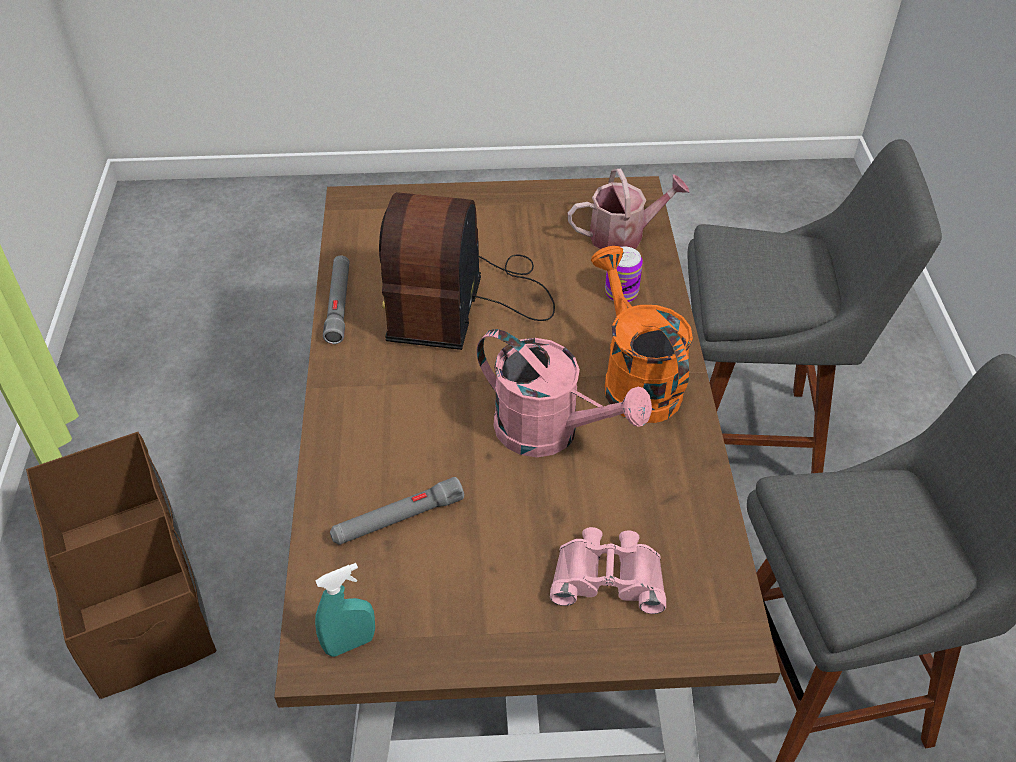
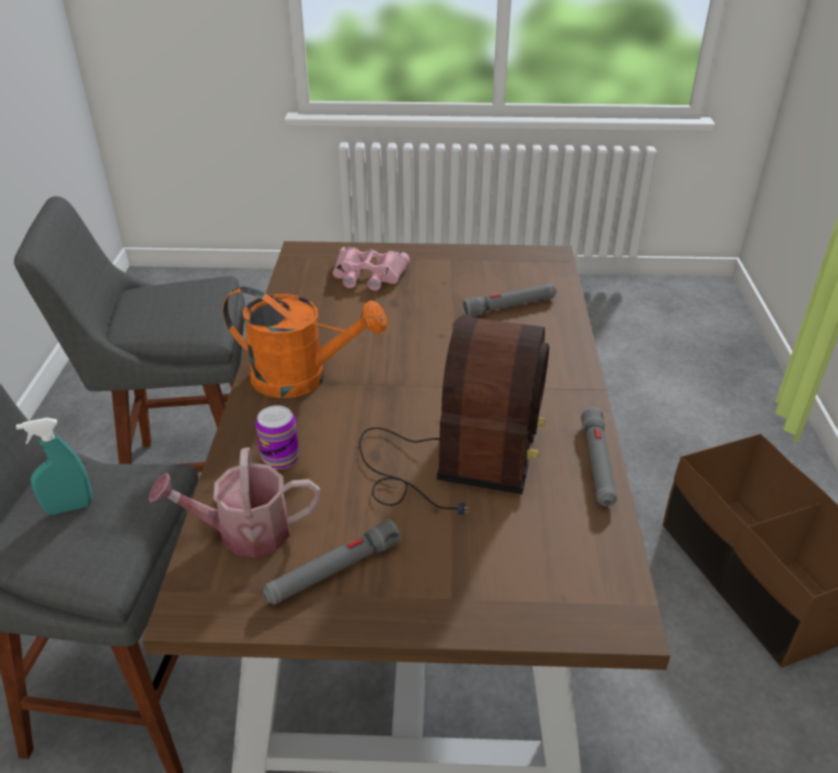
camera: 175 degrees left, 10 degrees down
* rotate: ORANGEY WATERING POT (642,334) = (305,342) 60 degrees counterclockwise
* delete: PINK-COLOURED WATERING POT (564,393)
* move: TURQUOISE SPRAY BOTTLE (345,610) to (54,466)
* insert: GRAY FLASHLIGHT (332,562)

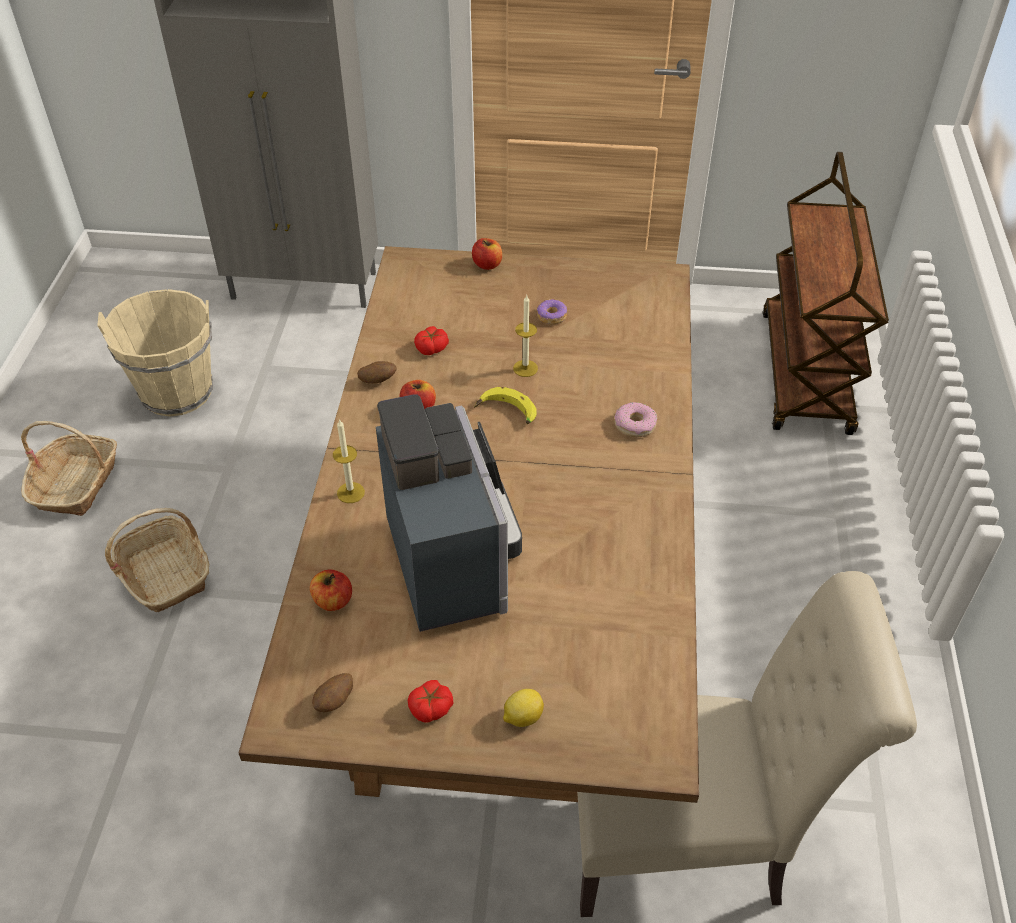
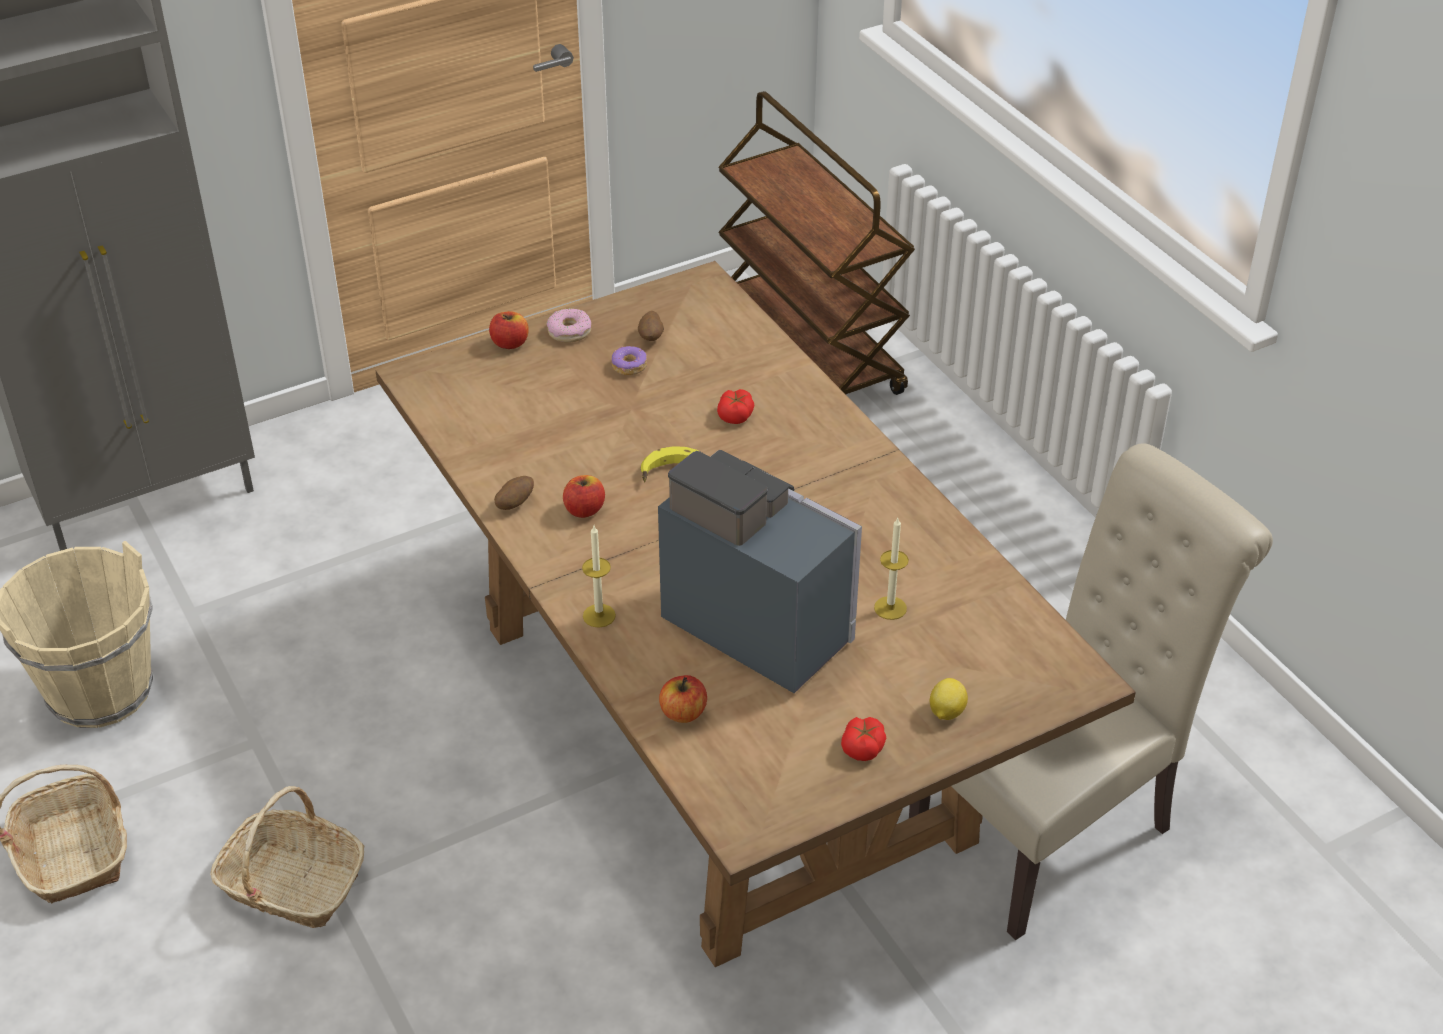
camera: 35 degrees left, 5 degrees down
* move: WAX LIGHT (525,336) to (891,569)
* move: FRESH TOMATO (431,340) to (735,406)
* move: RING DOUGHNUT (635,419) to (568,326)
* move: SPUD (332,692) to (651,326)

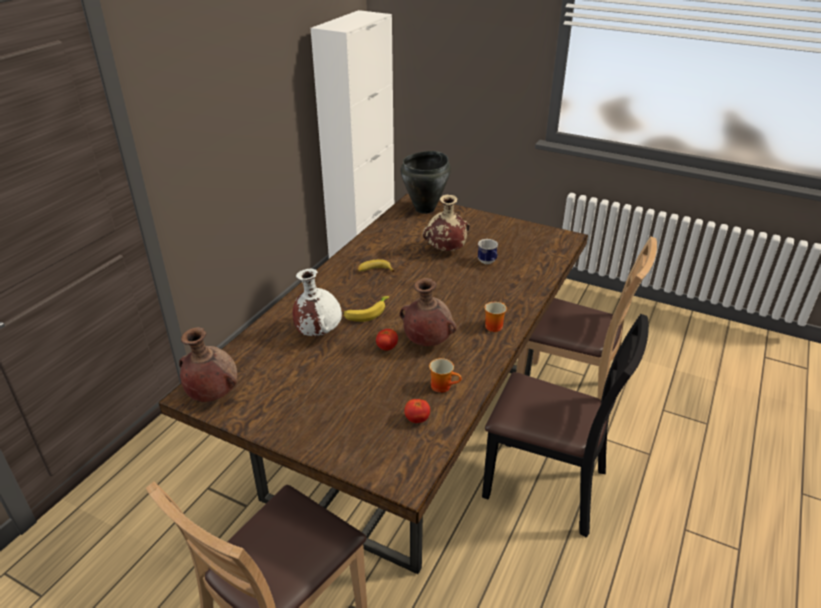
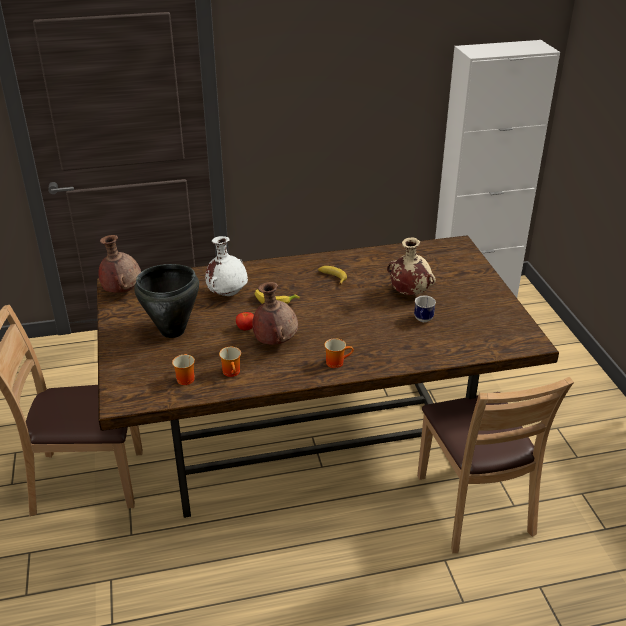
camera: 50 degrees right, 0 degrees up
* move: BLACK-COLOURED STOCKPOT (425,182) to (166,301)
* delete: BLACK-COLOURED CHAIR (565,426)
* replace: FRESH TOMATO (417,411) to COFFEE MUG (183,369)

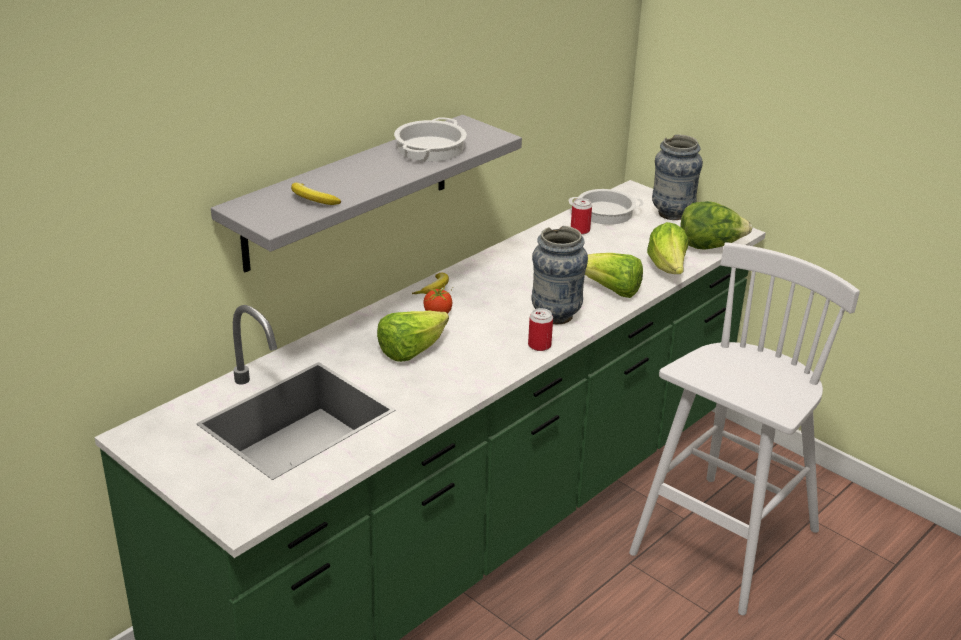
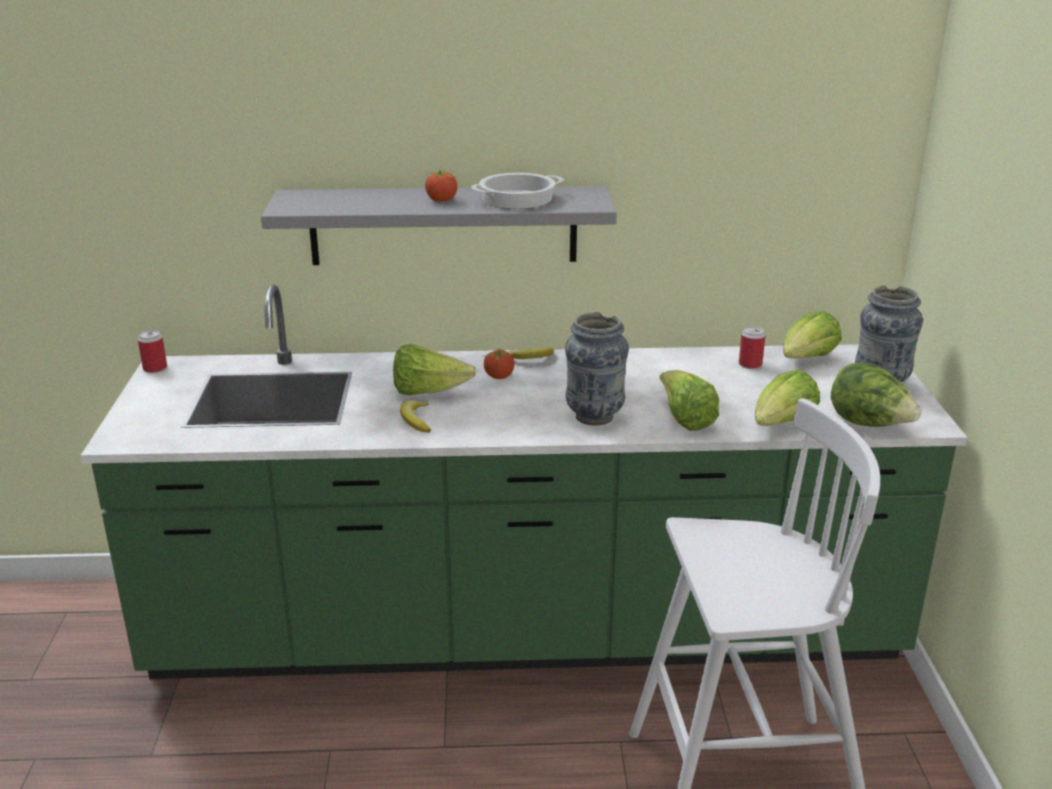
camera: 45 degrees right, 5 degrees down
* move: BANANA (316,194) to (415,416)
* replace: STOCKPOT (606,207) to LETTUCE (812,335)
* move: SEALED CAN (540,329) to (152,351)
* insert: FRESH TOMATO (441,186)

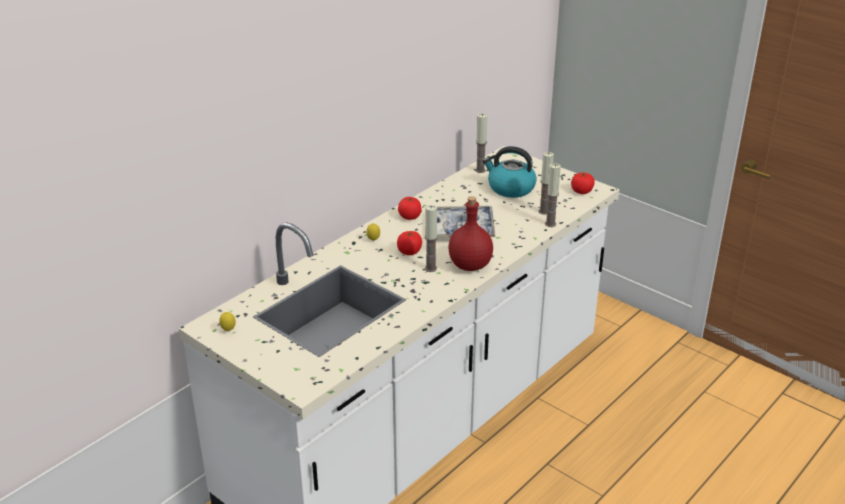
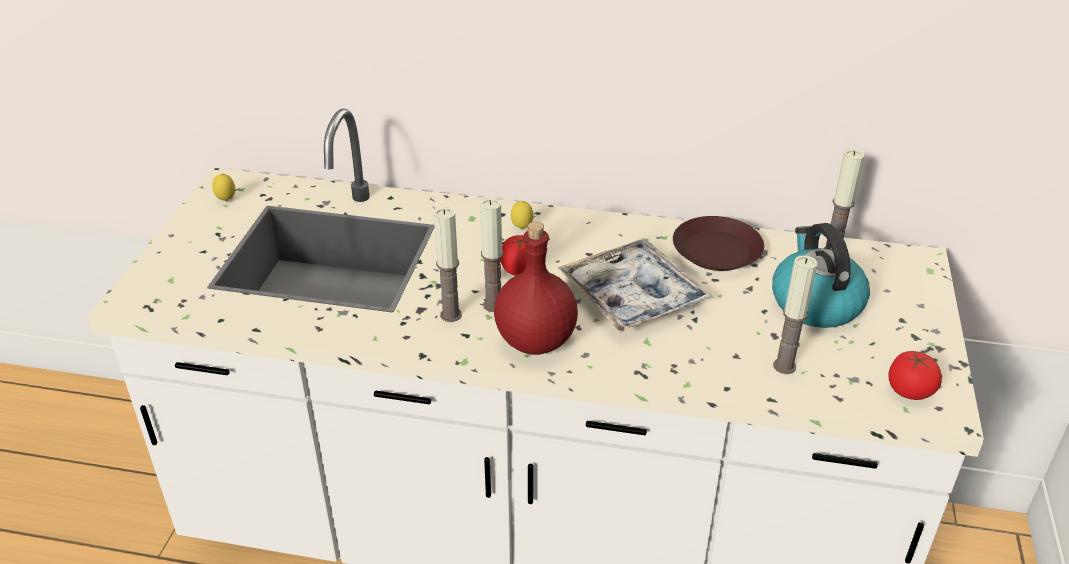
camera: 60 degrees right, 5 degrees up
* move: WAX LIGHT (553,195) to (448,264)
* delete: FRESH TOMATO (410,208)
* insert: BROWNISH FLAT DISH (718,243)

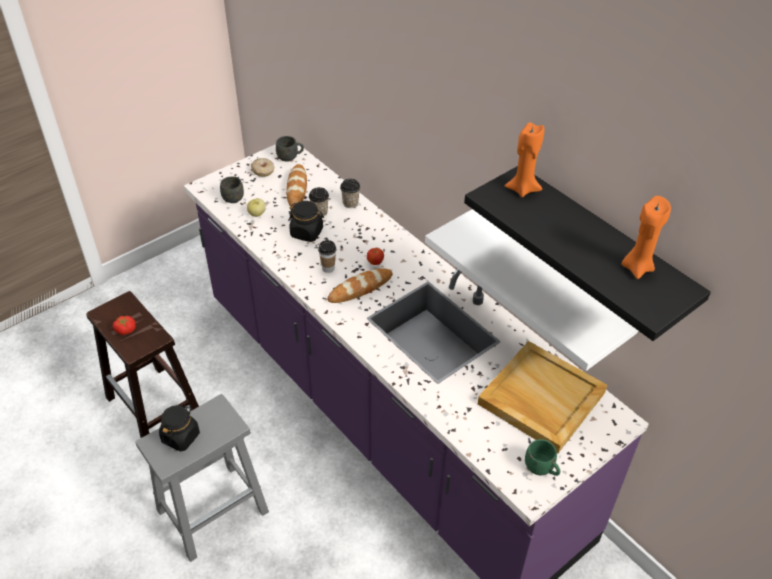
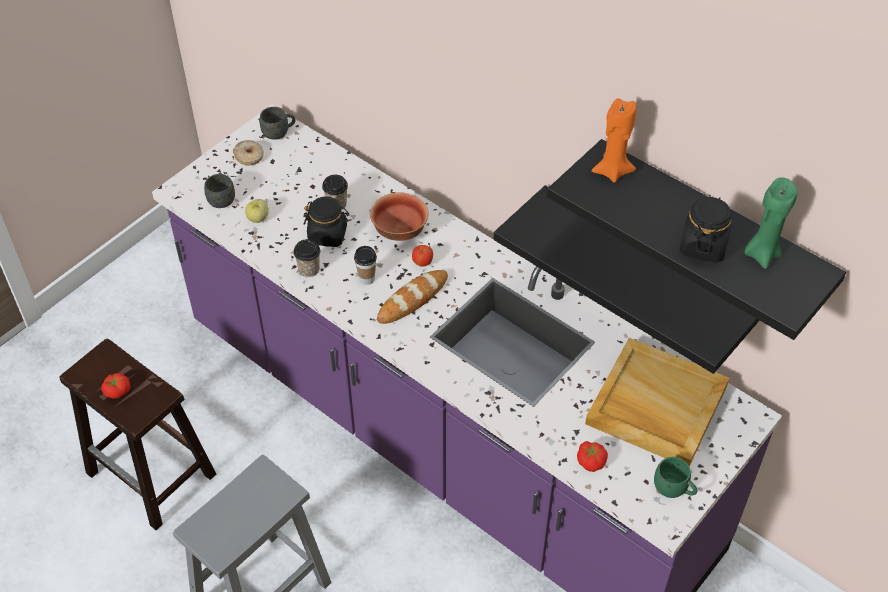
camera: 10 degrees left, 5 degrees up
* delete: BAKED BREAD (296,185)
* move: DRINKING CUP (350,193) to (306,258)
* recolor: ORANGEY WAX LIGHT (646,237) to GREEN-COLOURED WAX LIGHT (771,223)
* recolor: WHITISH SHELF (531,290) to BLACK-COLOURED SHELF (627,279)
* move: BLACK-COLOURED JAR (179,427) to (705,229)
* insert: DEEP DISH (399,217)
* insert: FRESH TOMATO (592,456)

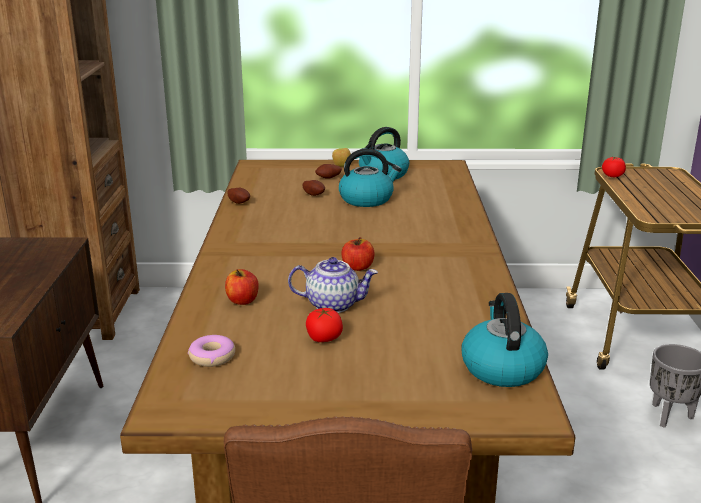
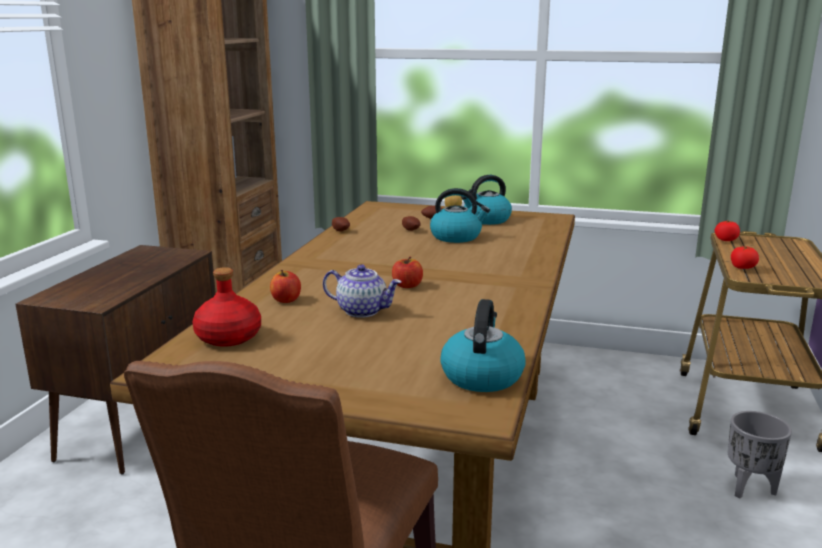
camera: 15 degrees right, 5 degrees down
* move: FRESH TOMATO (324,325) to (745,257)
* replace: RING DOUGHNUT (211,351) to RED BEVERAGE BOTTLE (226,307)

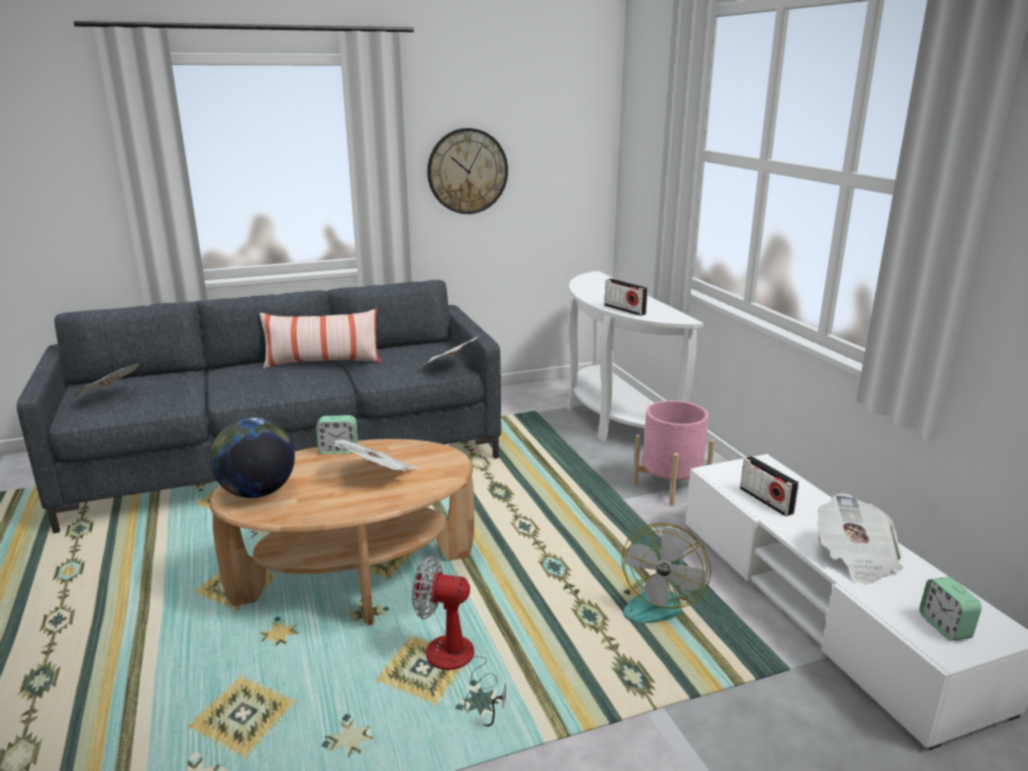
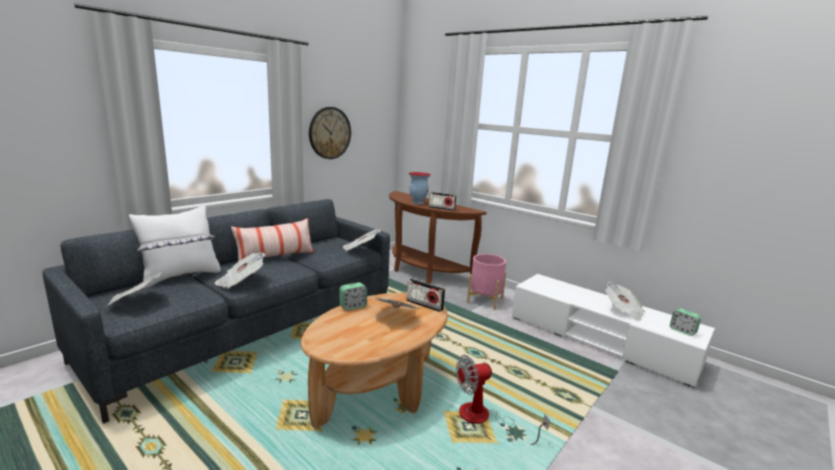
camera: 30 degrees left, 5 degrees down
* recolor: WHITISH HALL TABLE (635,356) to BROWNISH HALL TABLE (438,237)
* delete: DESK GLOBE (252,457)
* move: RADIO RECEIVER (769,486) to (425,295)
* delete: ELECTRIC FAN (666,573)
* insert: VASE (420,188)
* insert: WHITISH THROW PILLOW (175,247)
* insert: DAILY PAPER (240,271)

